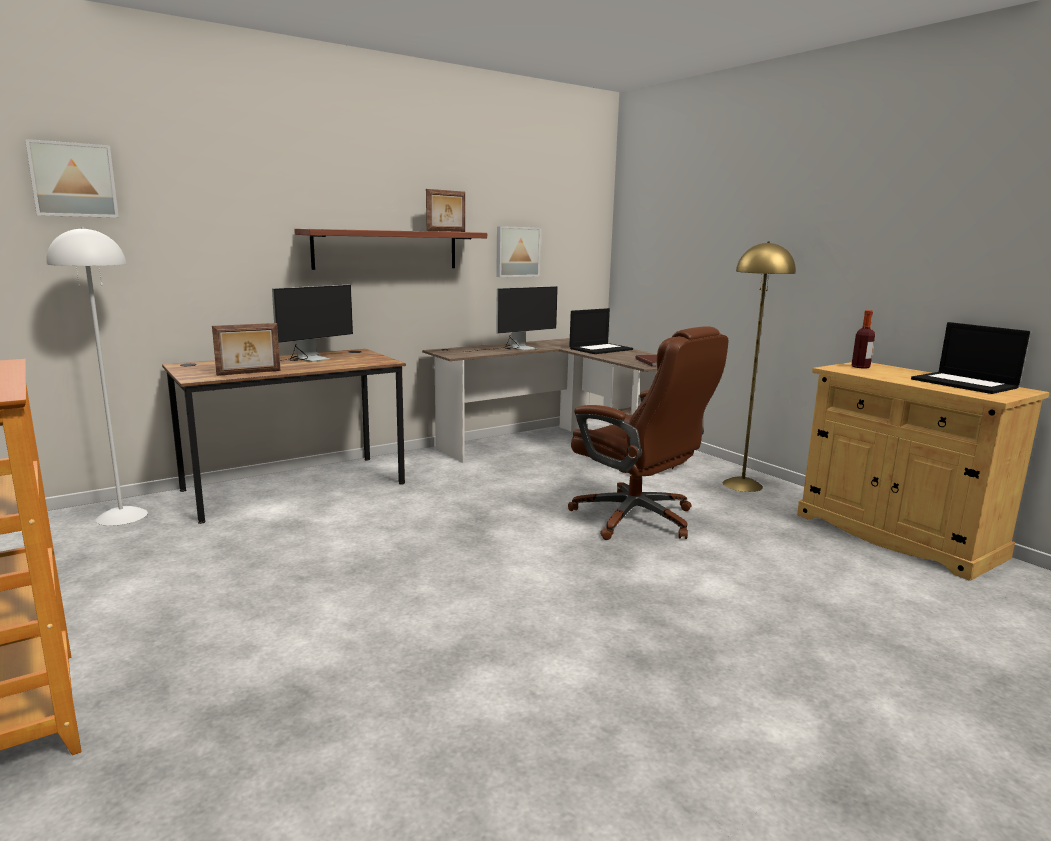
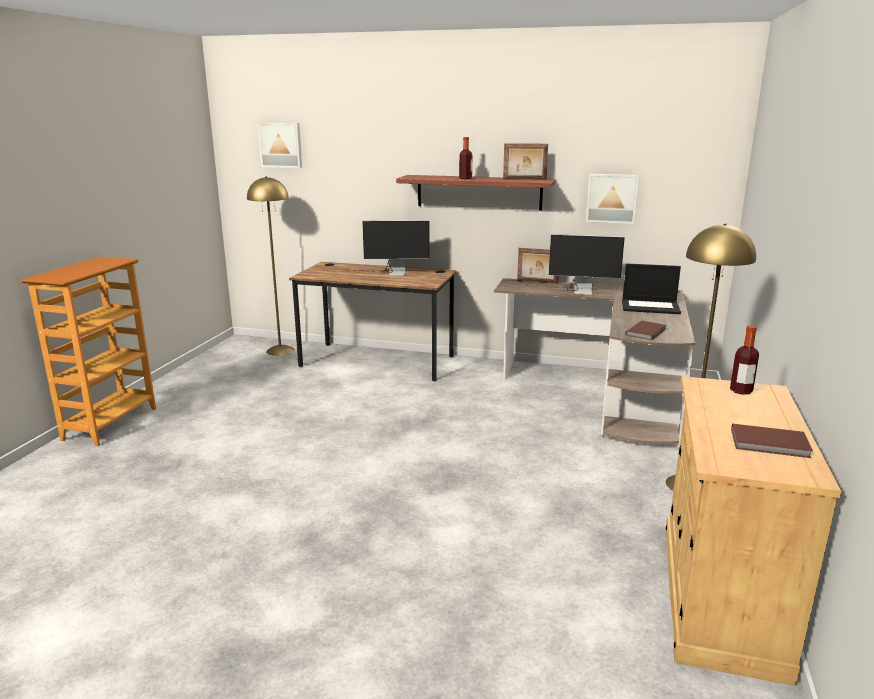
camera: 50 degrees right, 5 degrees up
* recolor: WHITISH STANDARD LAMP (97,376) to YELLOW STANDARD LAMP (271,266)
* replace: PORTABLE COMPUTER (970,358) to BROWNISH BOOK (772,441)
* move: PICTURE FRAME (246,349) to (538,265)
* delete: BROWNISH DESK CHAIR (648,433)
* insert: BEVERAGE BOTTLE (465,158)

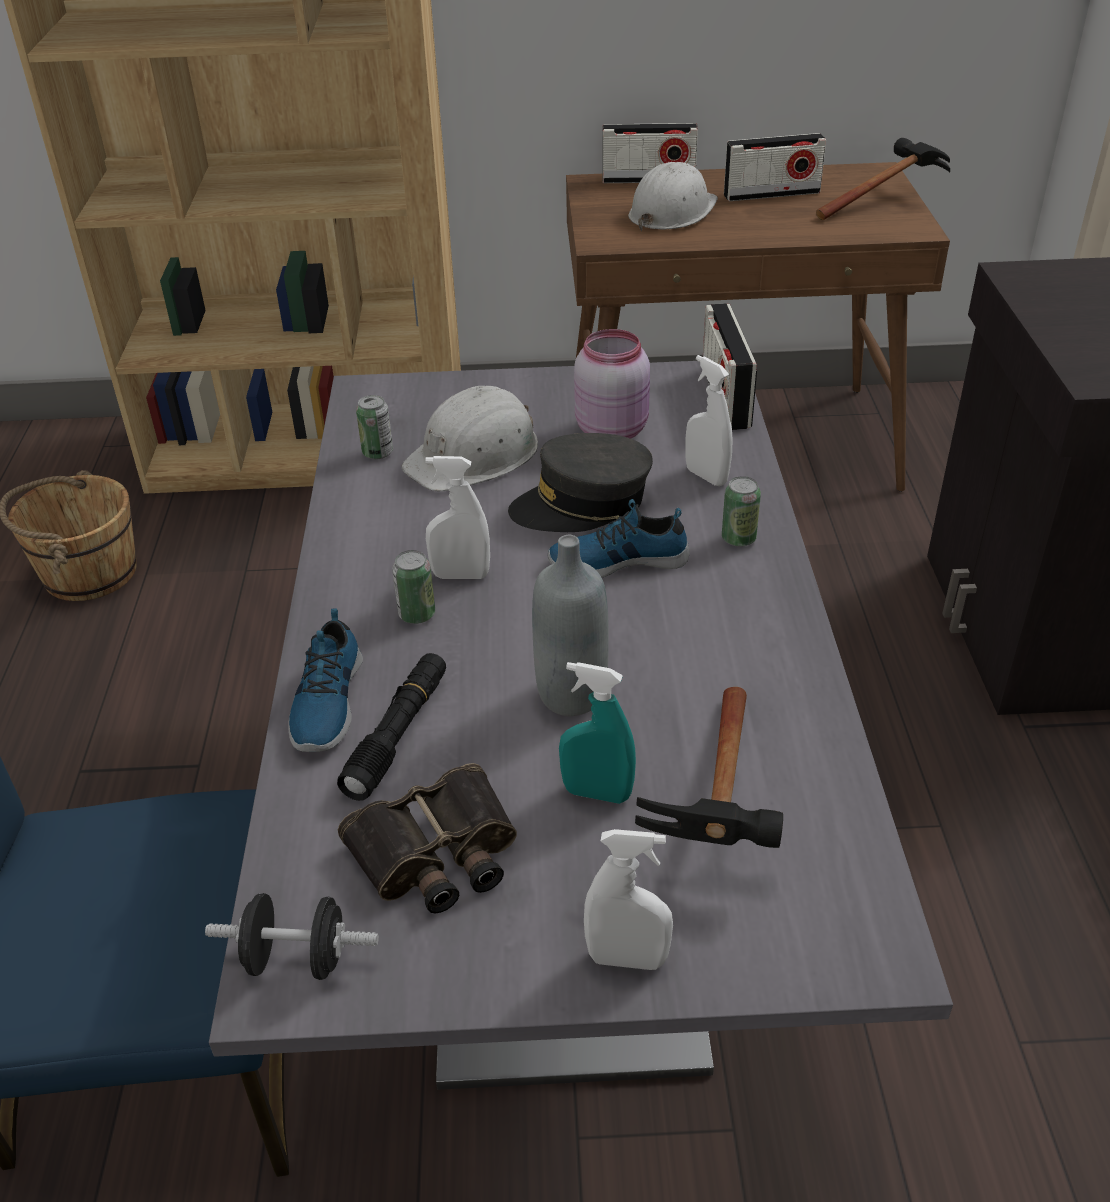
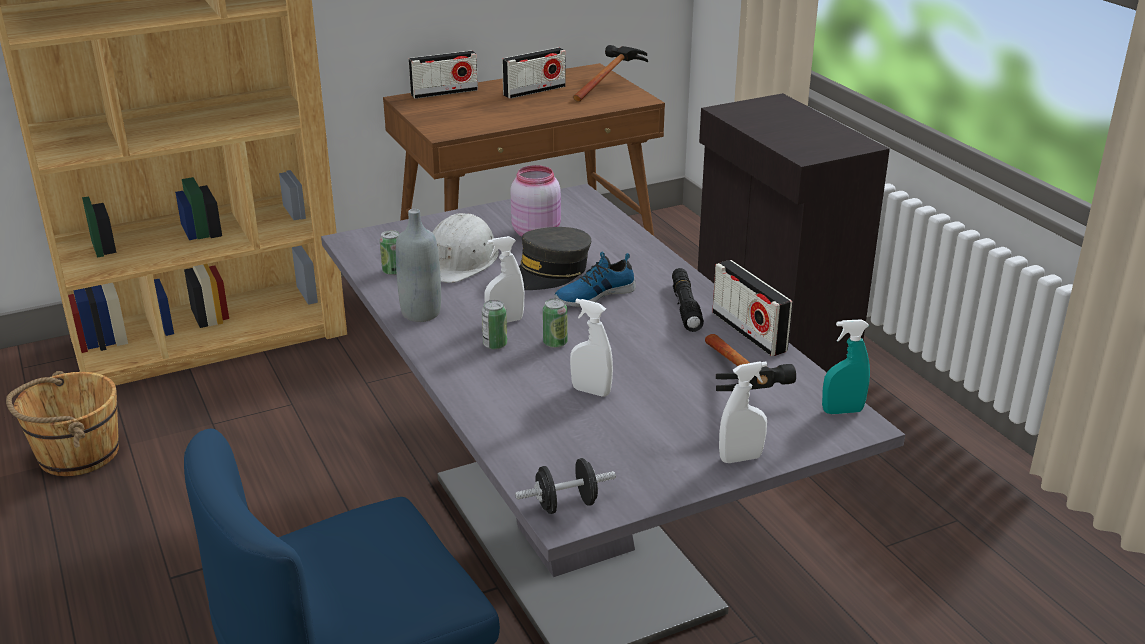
camera: 25 degrees left, 10 degrees down
* delete: WHITISH HARD HAT (673,196)
* move: RADIO RECEIVER (730,366) to (752,308)
* move: WHITISH SPRAY BOTTLE (709,420) to (591,348)
* move: SEALED CAN (741,511) to (555,323)
* move: GRAY BEVERAGE BOTTLE (570,625) to (418,265)
* delete: ITEM OF FOOTWEAR (326,680)
* move: BLACK-COLOURED FLASHLIGHT (391,727) to (688,300)
* move: TURQUOISE SPRAY BOTTLE (597,733) to (846,366)
* delete: BINOCULARS (427,838)

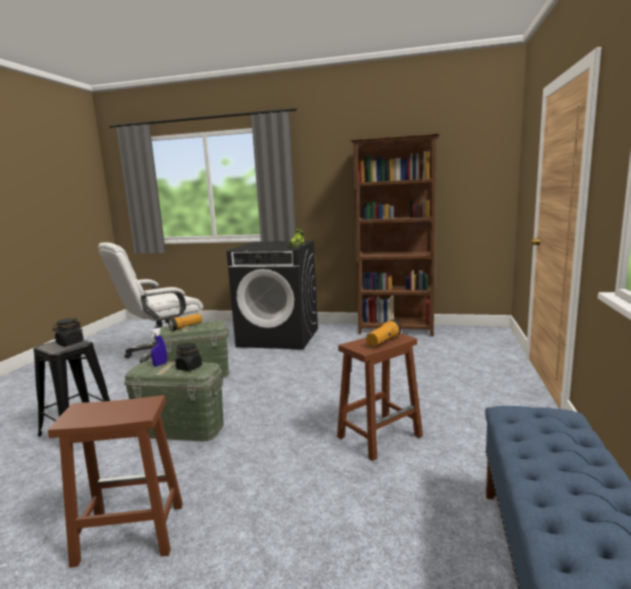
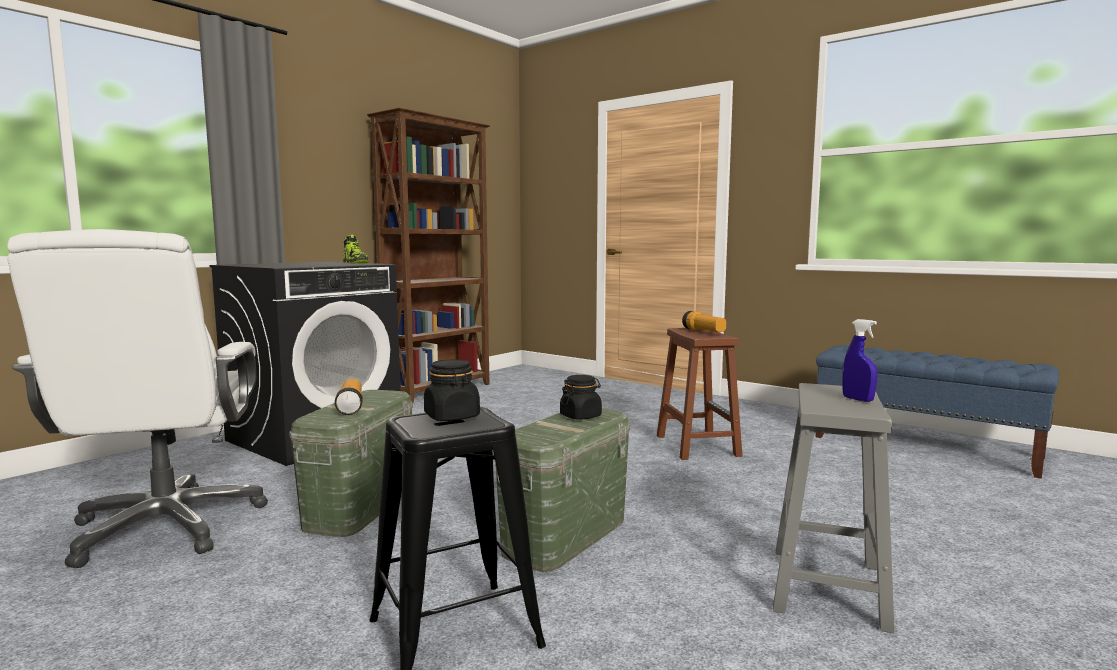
camera: 65 degrees left, 5 degrees down
* move: BLUISH SPRAY BOTTLE (158,347) to (859,360)
* recolor: BROWNISH SITTING STOOL (115,481) to GRAY SITTING STOOL (834,508)

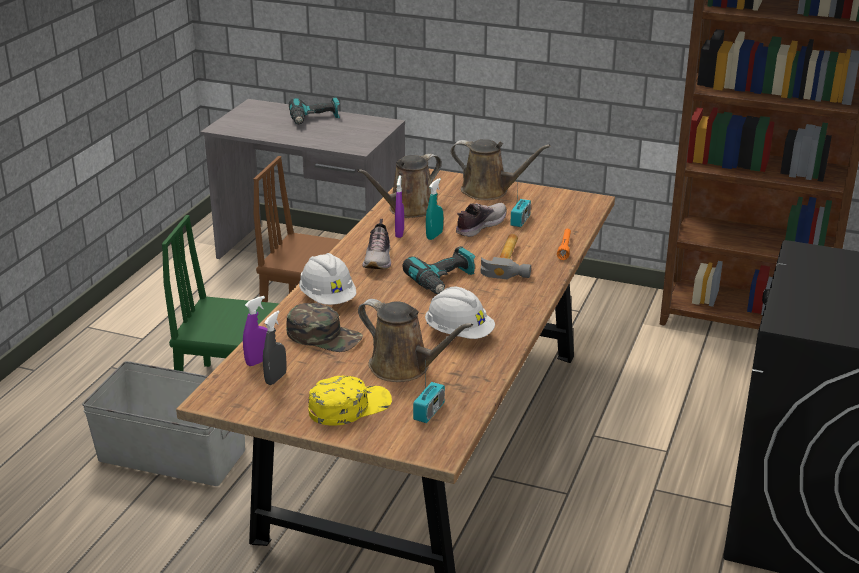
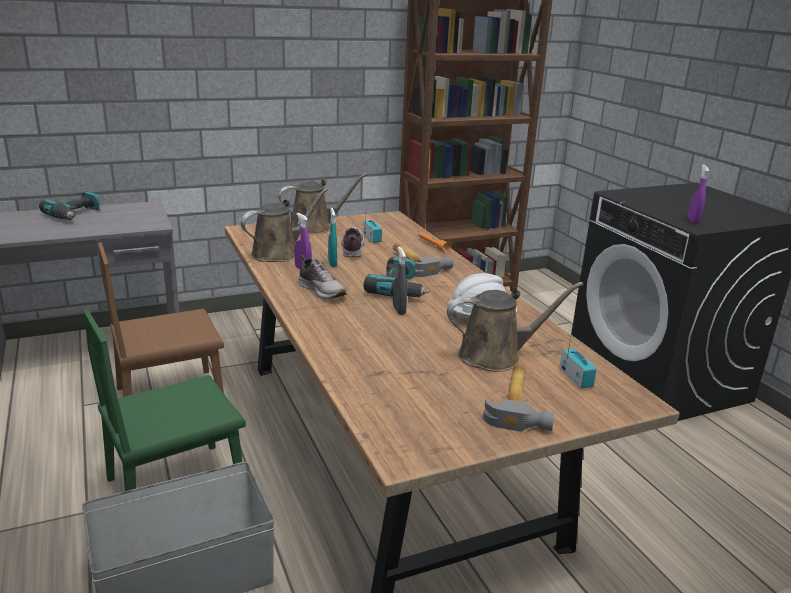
camera: 45 degrees left, 5 degrees down
* rotate: BROWNISH WATERING POT (399,186) = (284,225) 135 degrees counterclockwise
* delete: WHITISH HARD HAT (328,279)
* move: PURPLISH SPRAY BOTTLE (255,331) to (698,194)
* delete: GREEN-COLOURED BASEBALL CAP (324,327)
* move: GRAY SPRAY BOTTLE (275,348) to (400,281)
* replace: YELLOW BASEBALL CAP (350,401) to TOOL HAMMER (518,398)

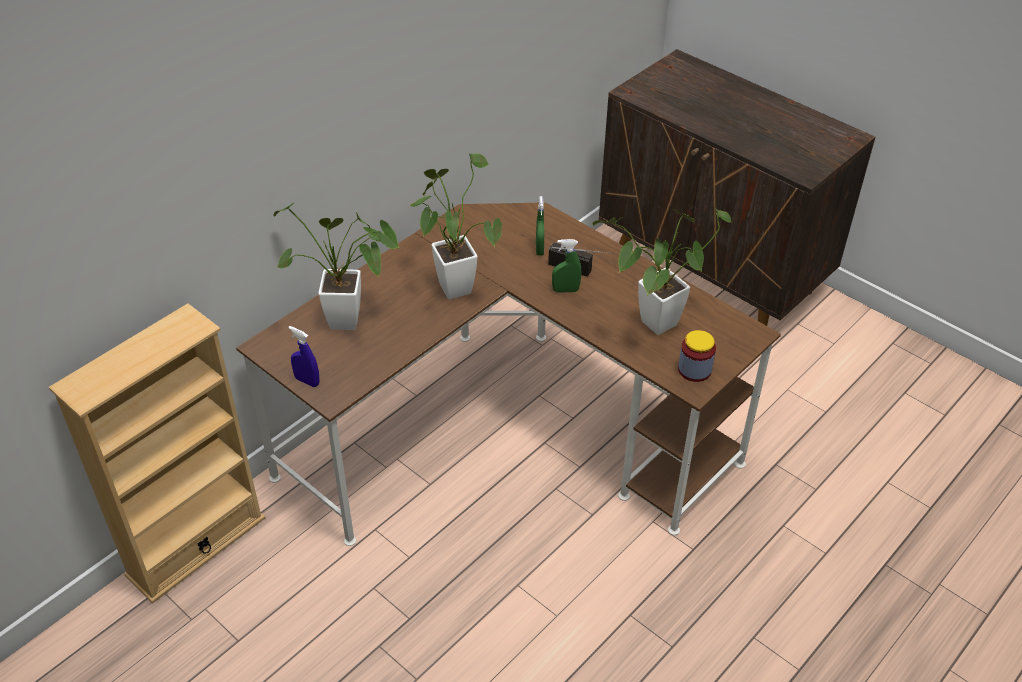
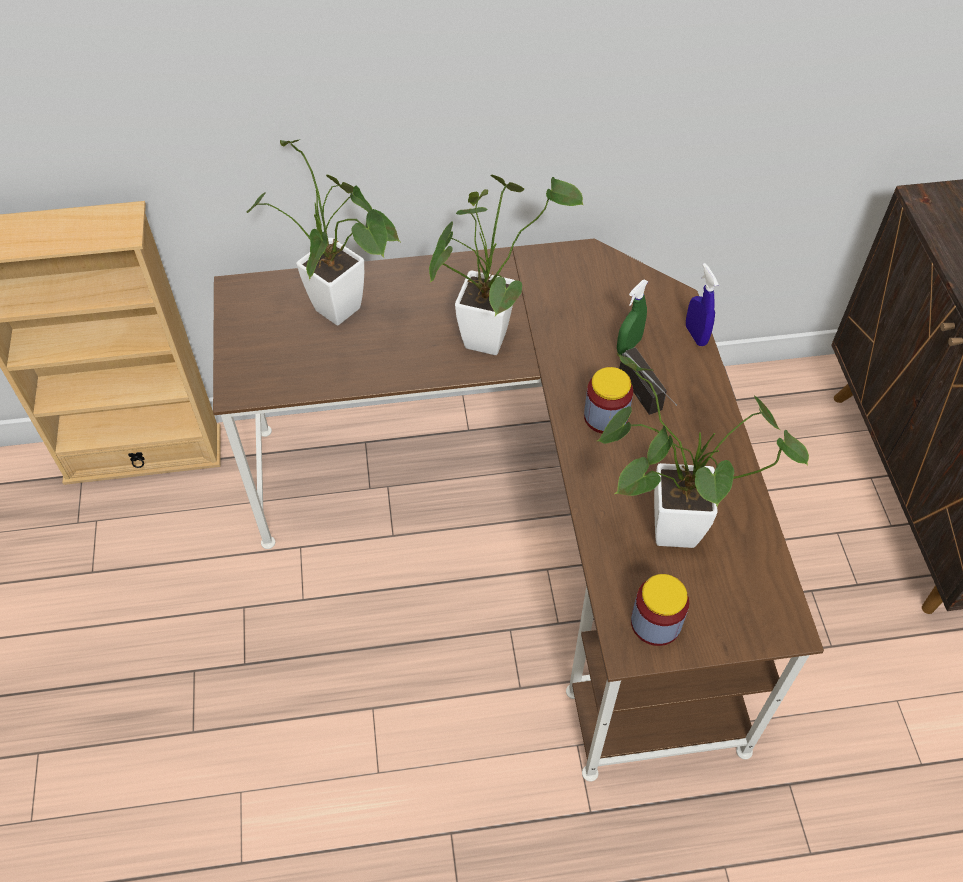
camera: 40 degrees right, 10 degrees up
* replace: GREEN-COLOURED SPRAY BOTTLE (566,266) to JAR (608,400)
* move: BLUISH SPRAY BOTTLE (303,356) to (702,304)

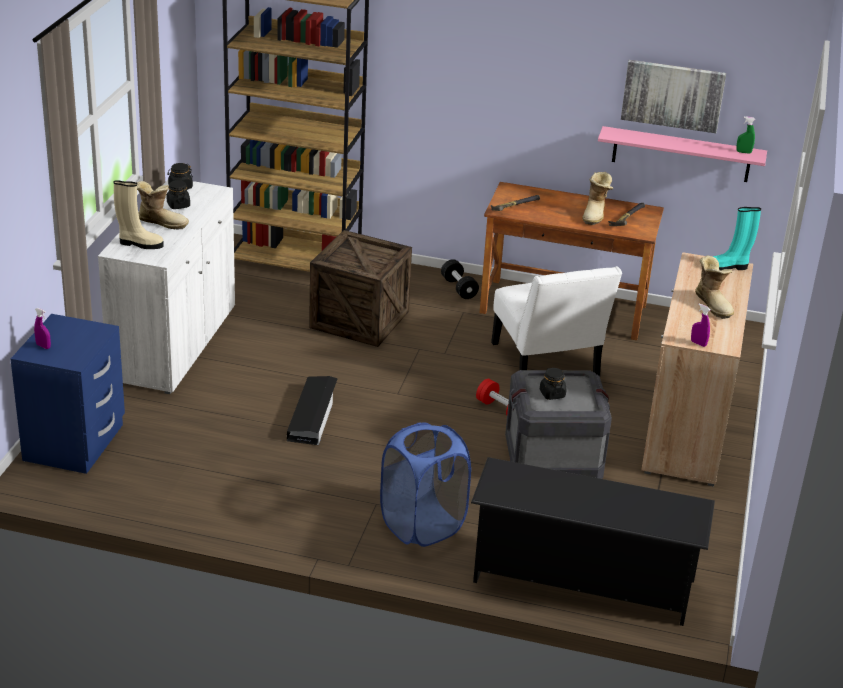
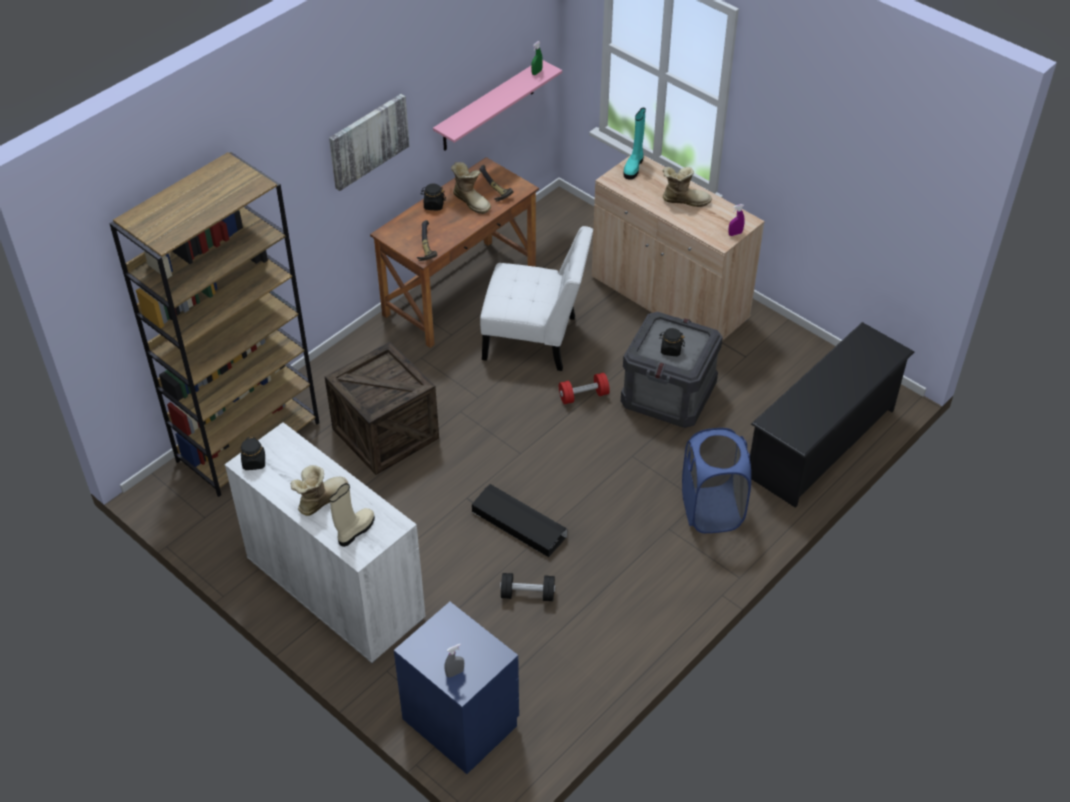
camera: 60 degrees left, 15 degrees up
* move: PICTURE (673,96) to (369,142)
* move: BLACK-COLOURED JAR (178,194) to (433,197)
* move: BLACK-COLOURED DUMBBELL (460,279) to (527,587)
* recolor: PURPLISH SPRAY BOTTLE (42,328) to GRAY SPRAY BOTTLE (454,661)

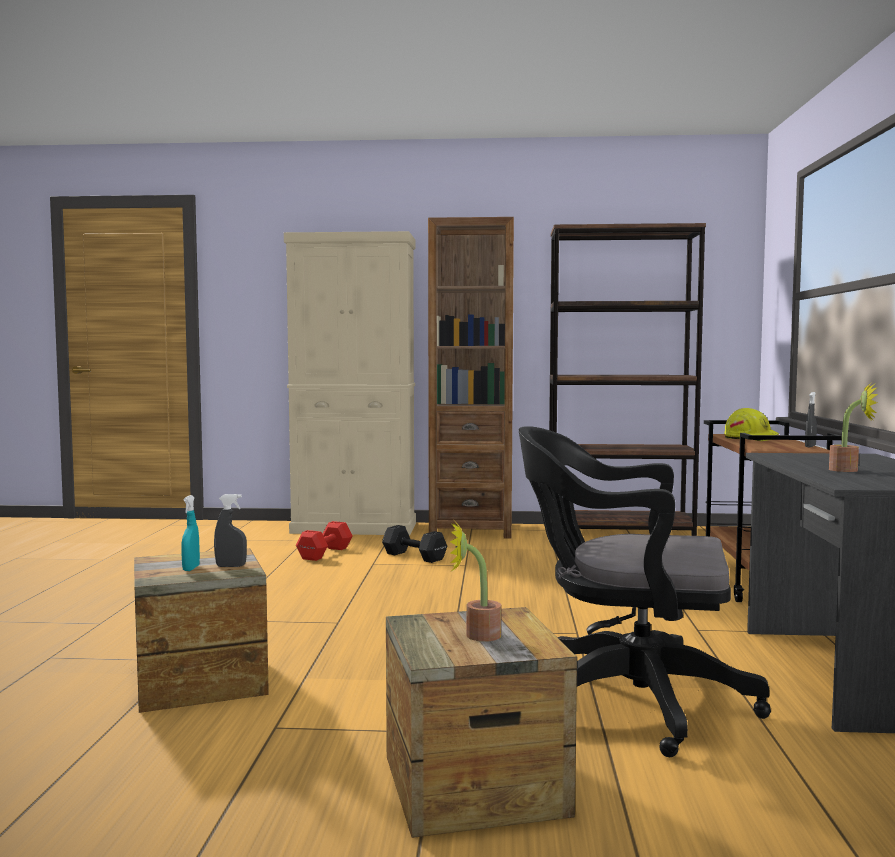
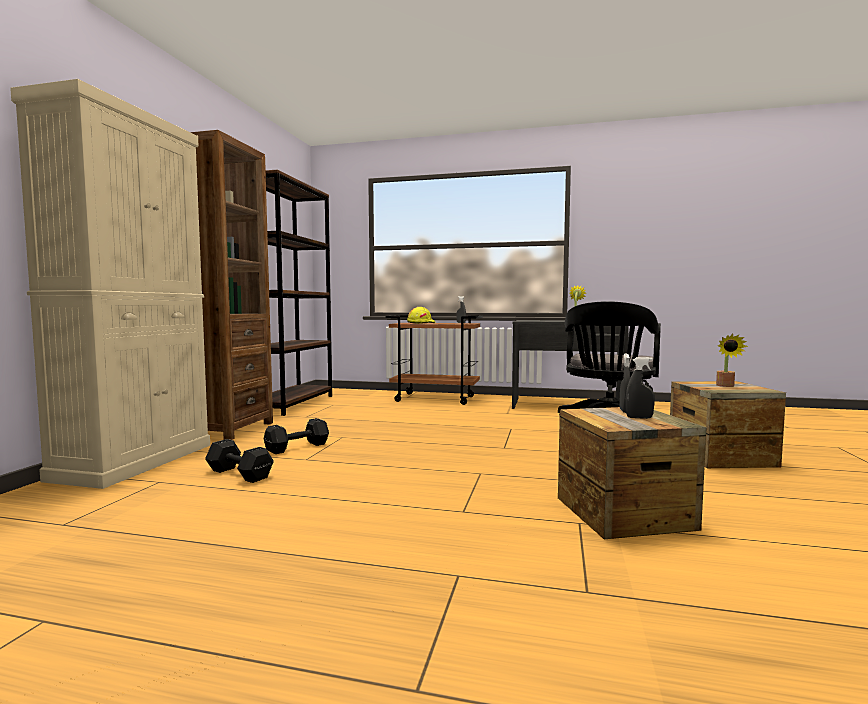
camera: 80 degrees left, 0 degrees up
* recolor: TURQUOISE SPRAY BOTTLE (190,533) to GRAY SPRAY BOTTLE (640,388)
* recolor: RED DUMBBELL (324,541) to BLACK-COLOURED DUMBBELL (239,461)

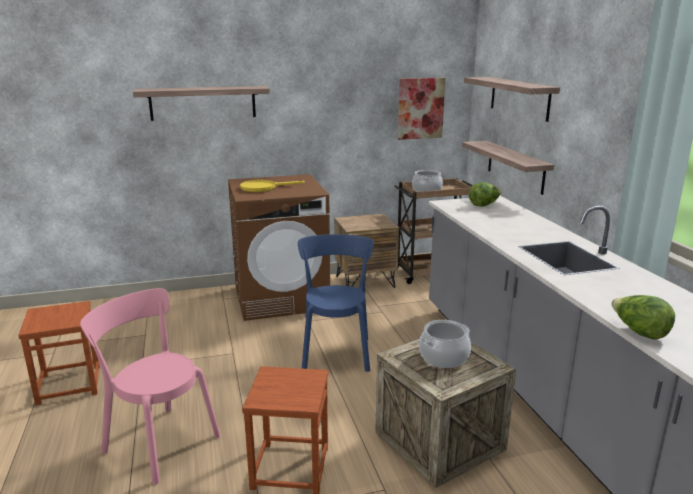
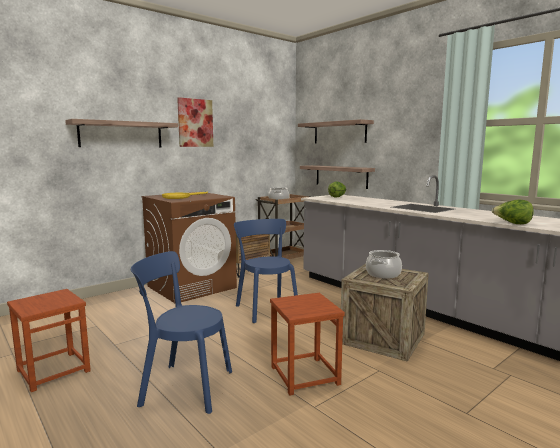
camera: 25 degrees left, 10 degrees down
* move: PICTURE (421,109) to (195,122)
* recolor: PINK-COLOURED CHAIR (150,386) to BLUISH CHAIR (181,332)

